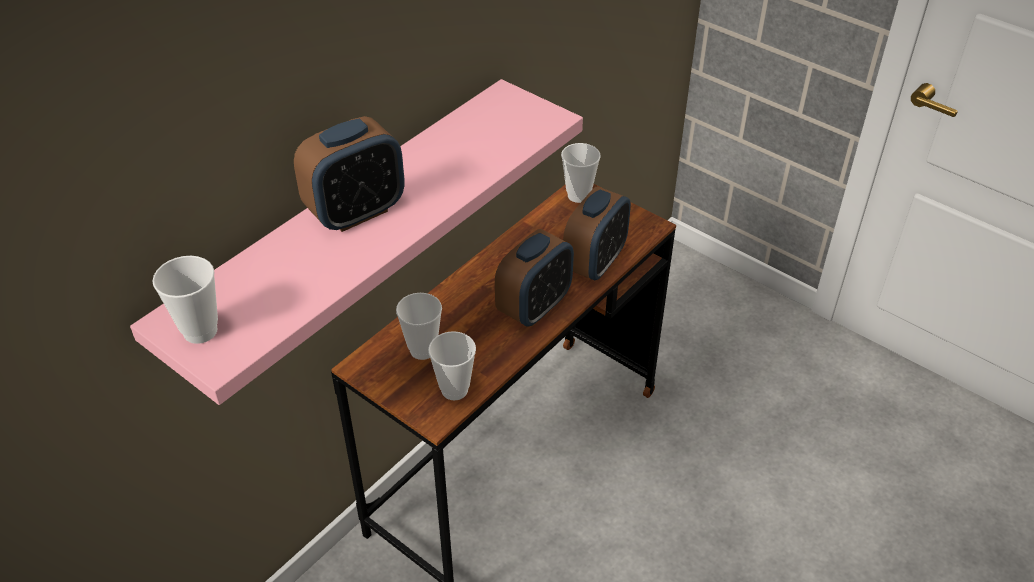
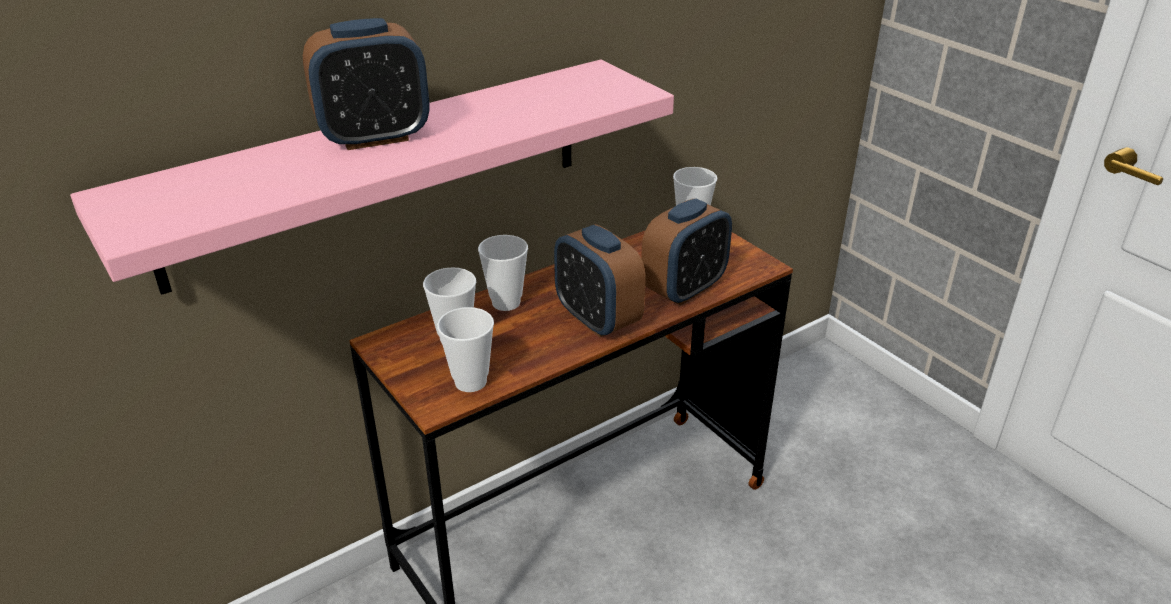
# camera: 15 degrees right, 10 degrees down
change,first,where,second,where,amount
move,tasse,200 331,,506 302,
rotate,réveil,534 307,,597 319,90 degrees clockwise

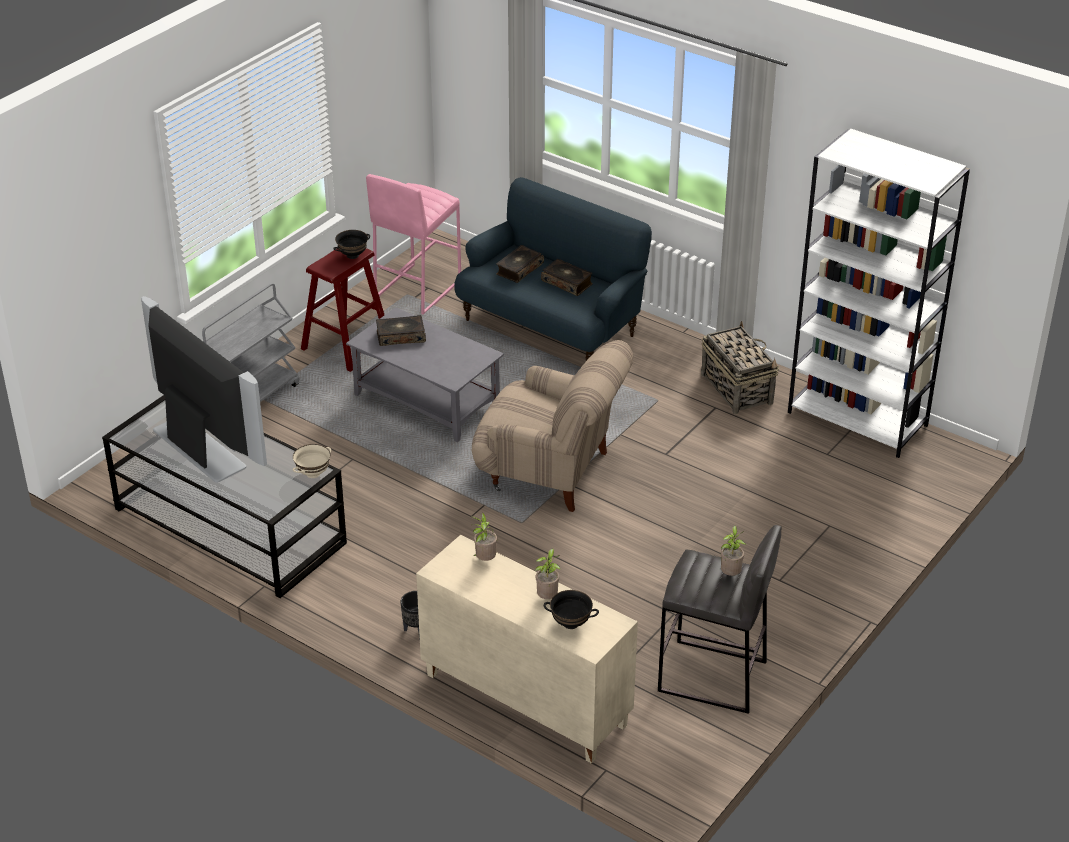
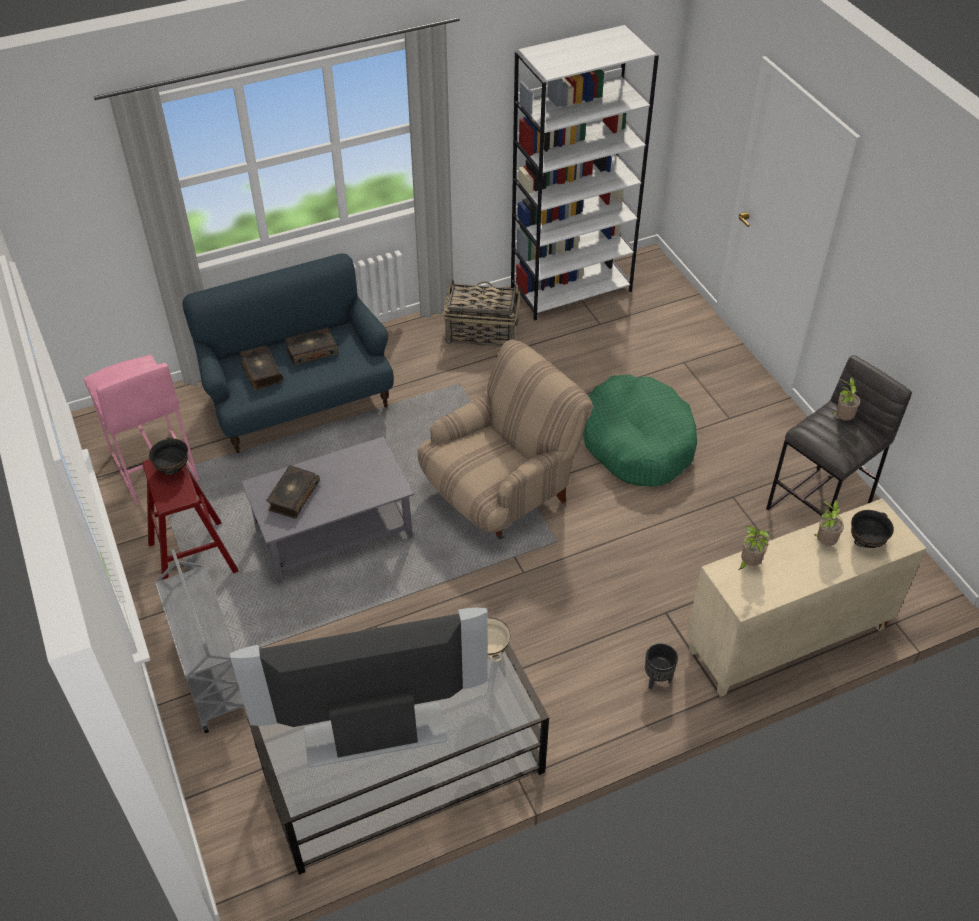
# camera: 60 degrees left, 10 degrees up
change,first,where,second,where,amount
insert,,,panier pour chien/vert,637 442,

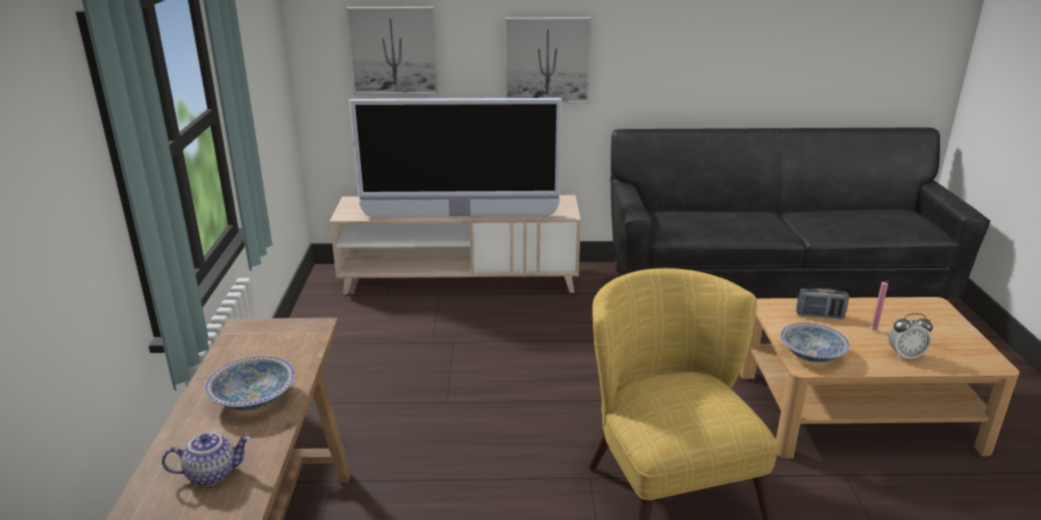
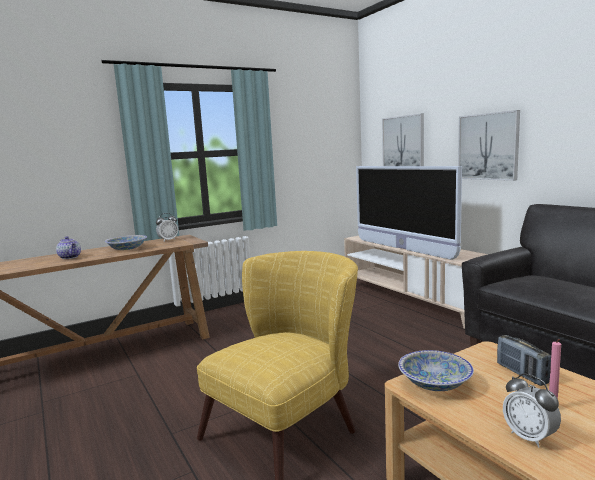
# camera: 60 degrees right, 15 degrees down
change,first,where,second,where,amount
insert,,,réveil,168 240,

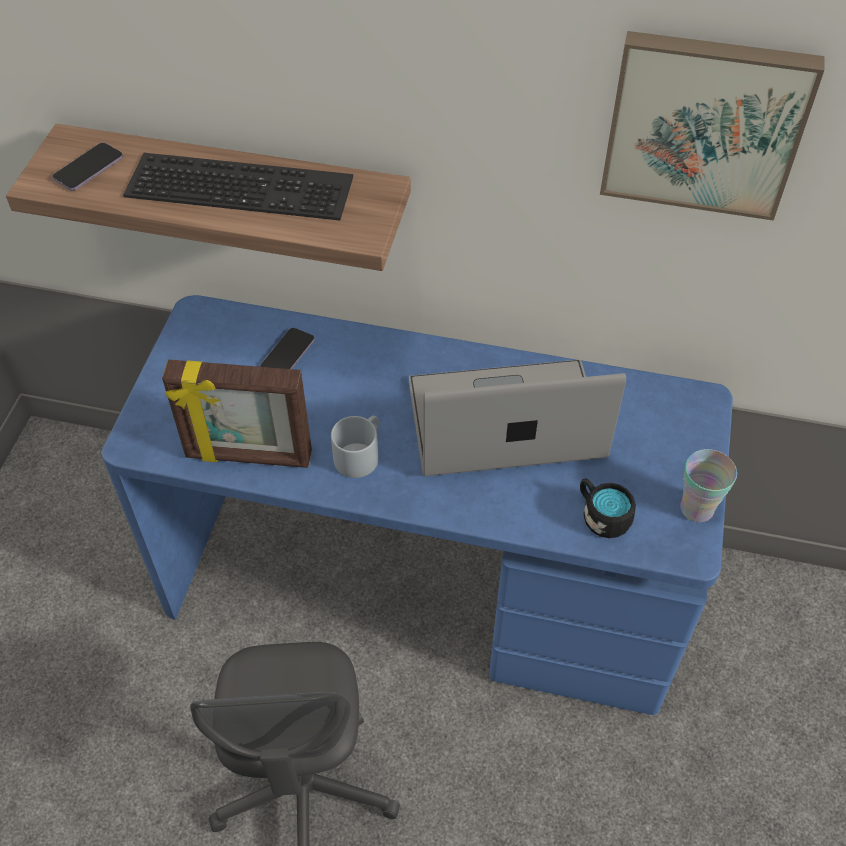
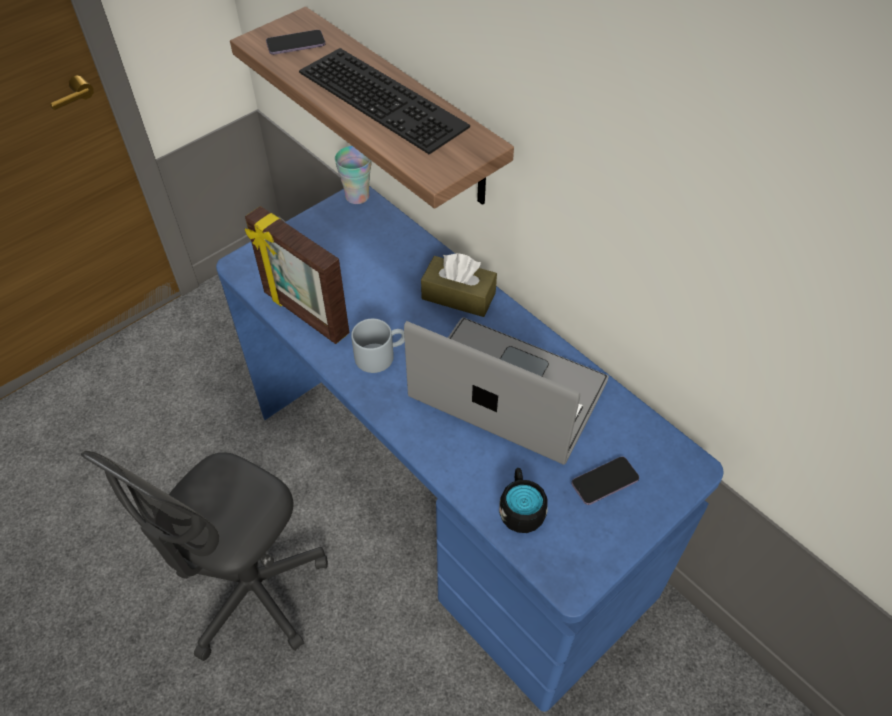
# camera: 35 degrees right, 0 degrees up
change,first,where,second,where,amount
move,téléphone,288 354,,604 481,
delete,tableau,704 123,,,
move,tasse,696 508,,357 196,
insert,,,boîte à mouchoirs/marron,458 296,

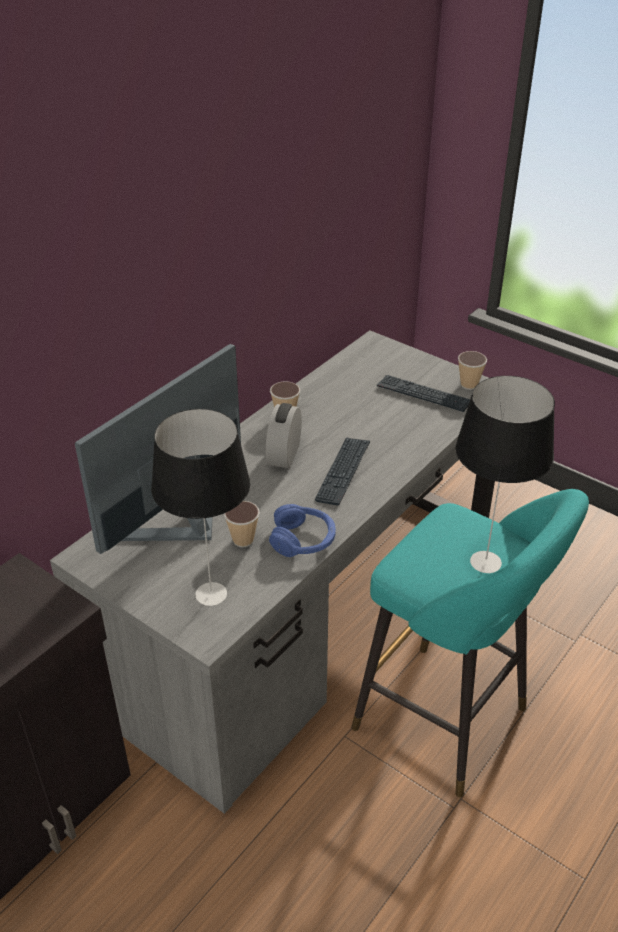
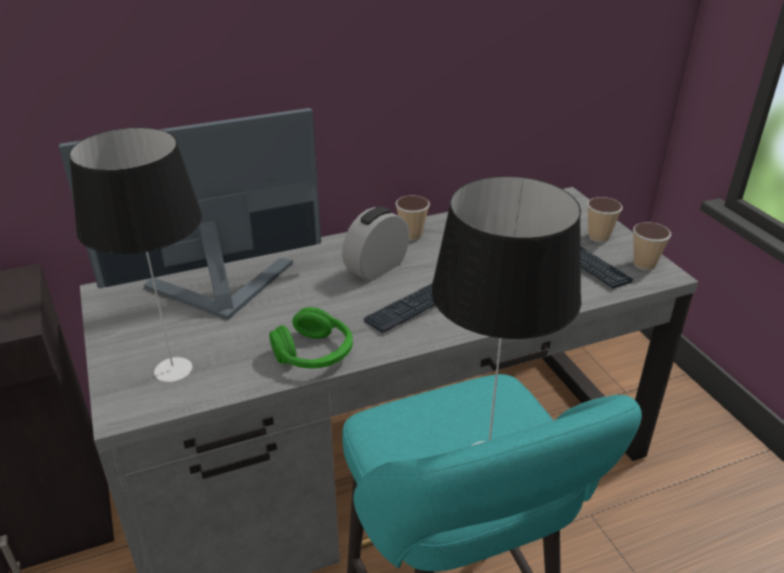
# camera: 30 degrees right, 5 degrees down
change,first,where,second,where,amount
move,tasse,243 540,,598 237,
recolor,casque audio/bleu,303 540,casque audio/vert,314 353,

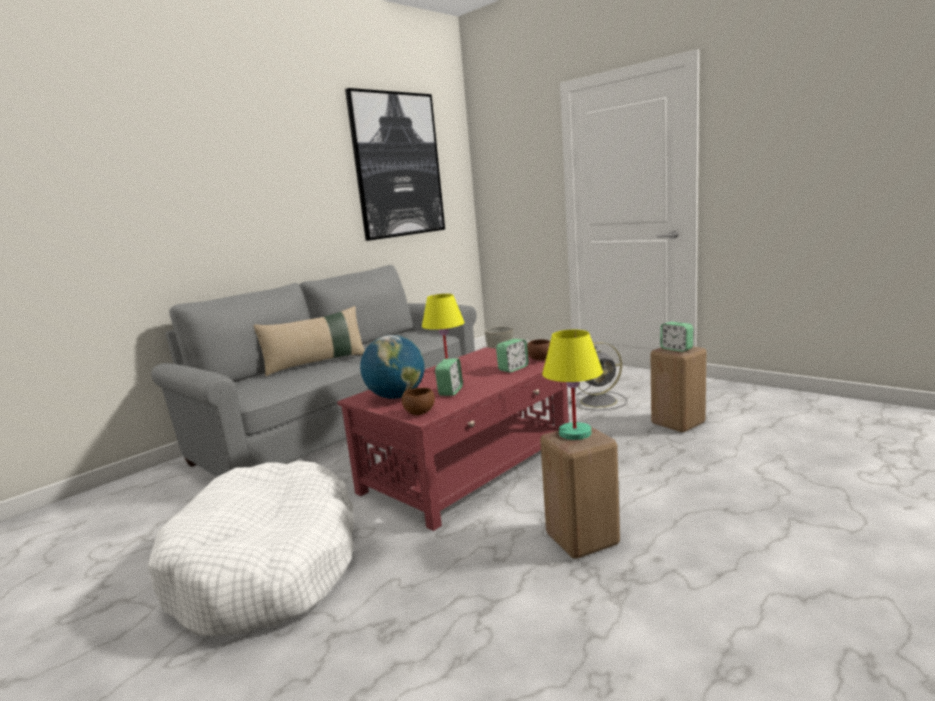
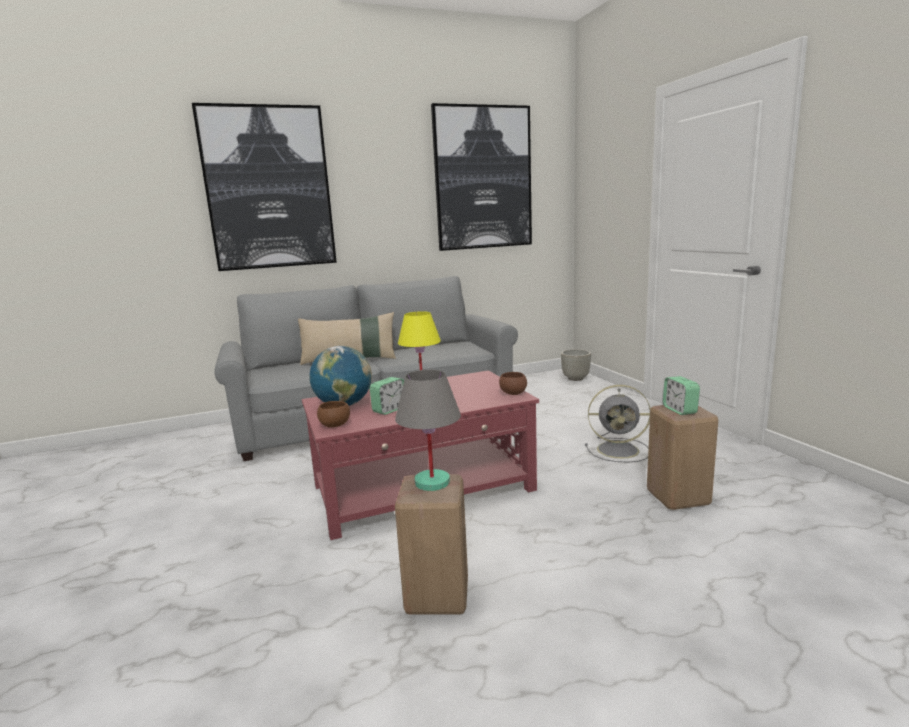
# camera: 25 degrees right, 0 degrees up
change,first,where,second,where,amount
delete,panier pour chien/blanc,267 566,,,
delete,réveil,513 368,,,
recolor,lampe de table/jaune,575 433,lampe de table/gris,433 482,
insert,,,tableau,269 188,

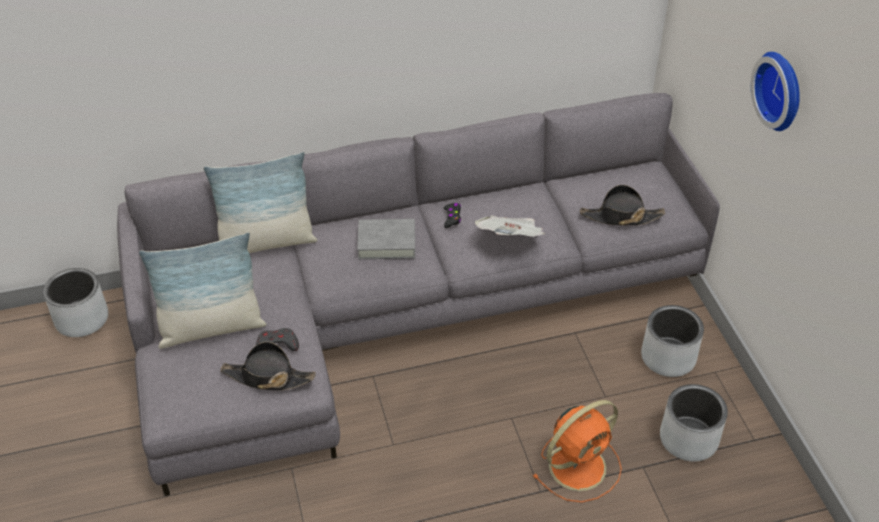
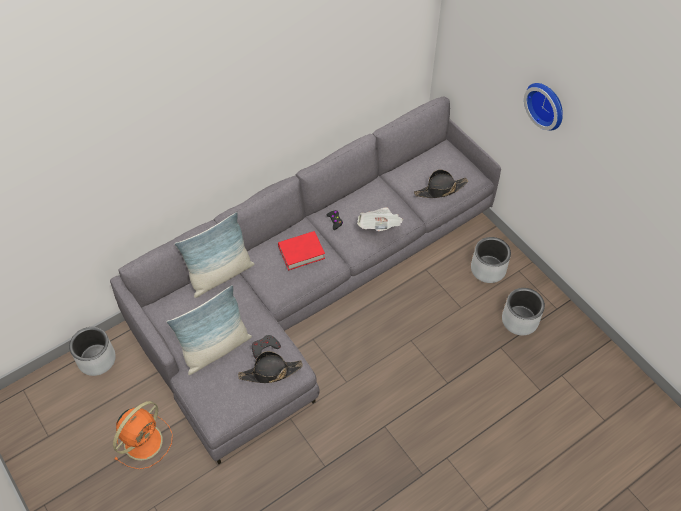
# camera: 20 degrees left, 10 degrees up
change,first,where,second,where,amount
recolor,livre/gris,386 243,livre/rouge,301 252,
move,ventilateur/orange,579 465,,144 440,

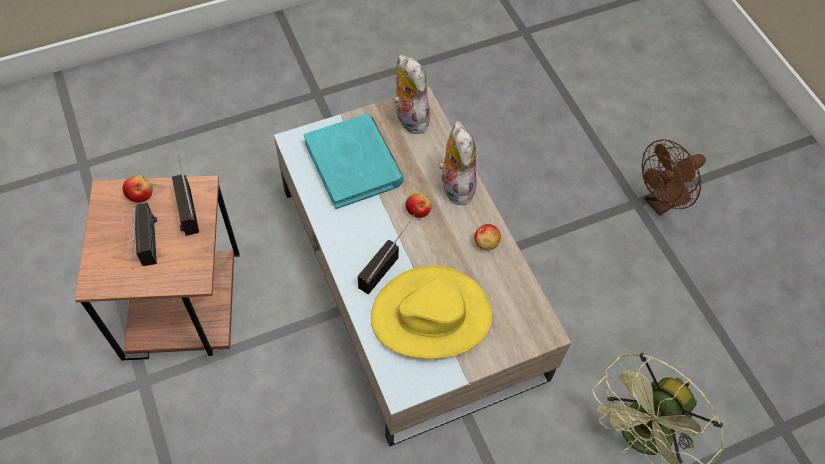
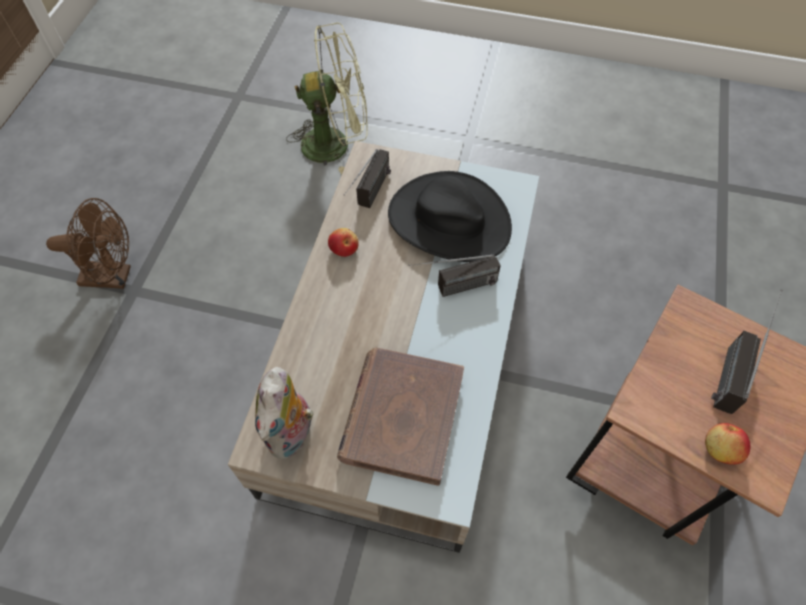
# camera: 140 degrees left, 0 degrees up
change,first,where,second,where,amount
move,radio,184 200,,369 198,
recolor,livre/turquoise,354 163,livre/marron,402 416,
recolor,chapeau/jaune,431 315,chapeau/noir,448 221,
delete,pomme,418 210,,,
delete,peluche,455 186,,,

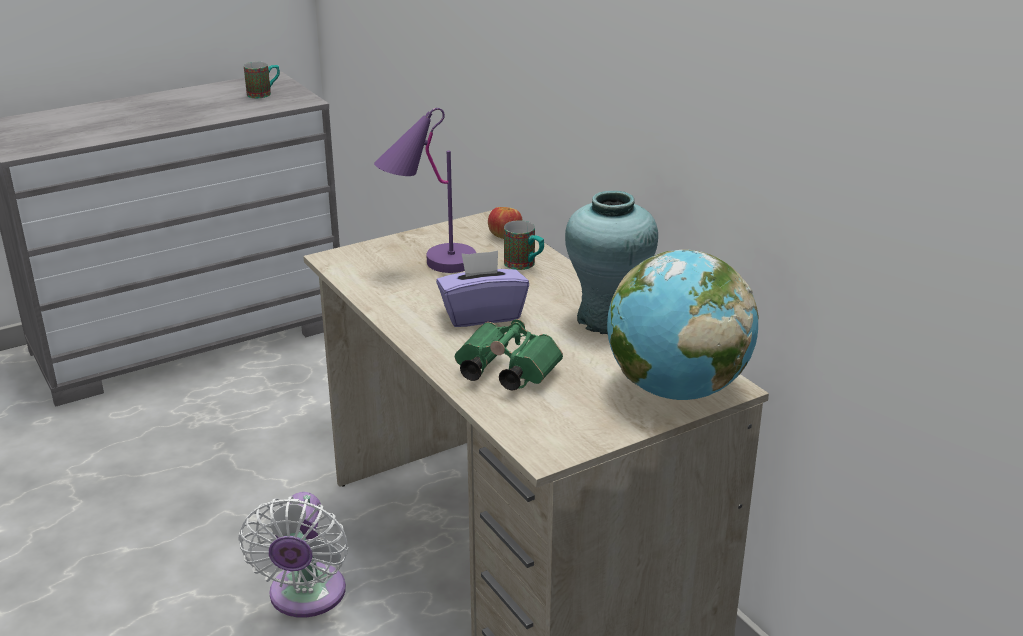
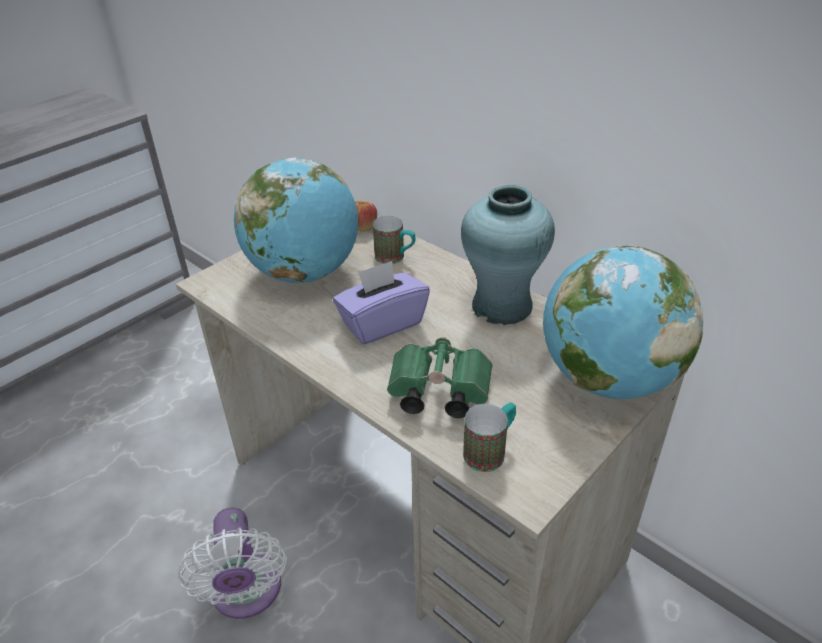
# camera: 15 degrees left, 10 degrees up
change,first,where,second,where,amount
move,mug,264 94,,490 450,
replace,lampe de table/violet,428 265,globe,305 273,

